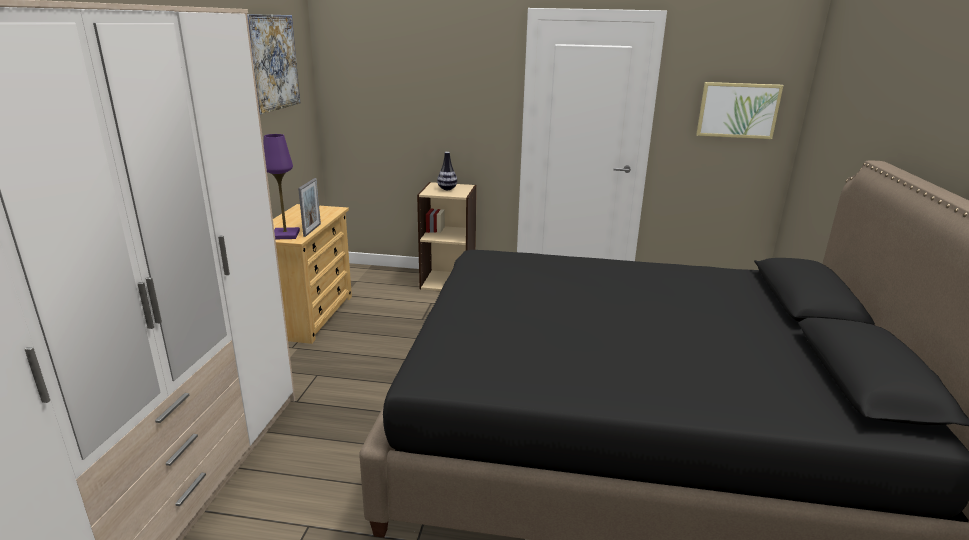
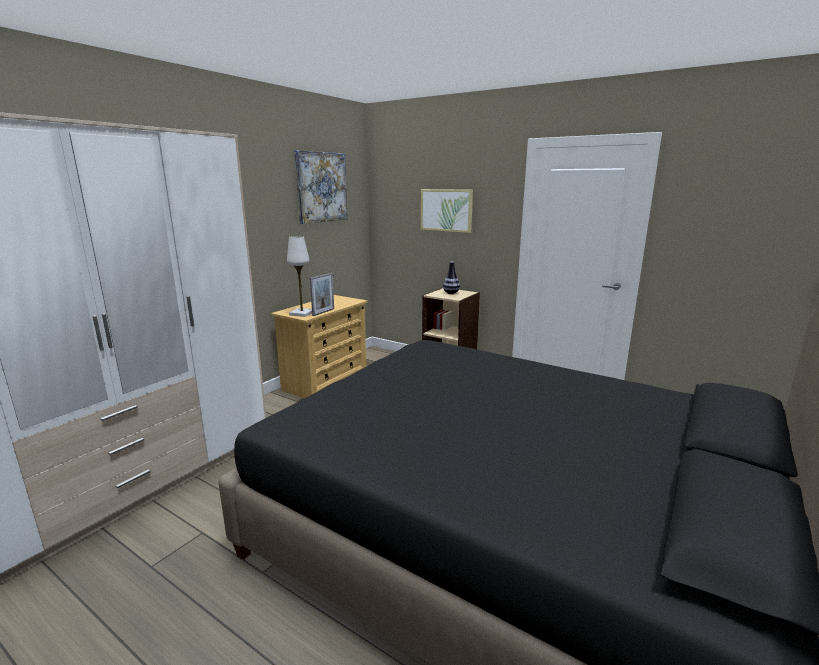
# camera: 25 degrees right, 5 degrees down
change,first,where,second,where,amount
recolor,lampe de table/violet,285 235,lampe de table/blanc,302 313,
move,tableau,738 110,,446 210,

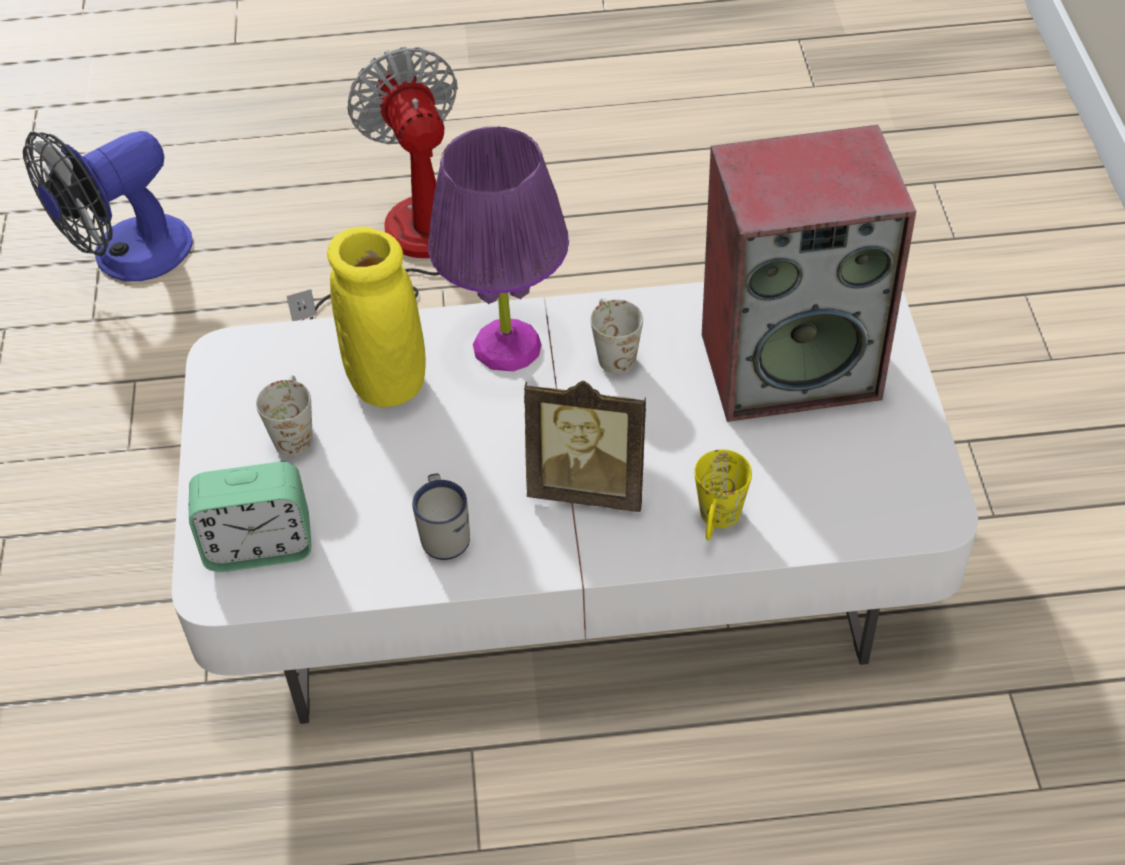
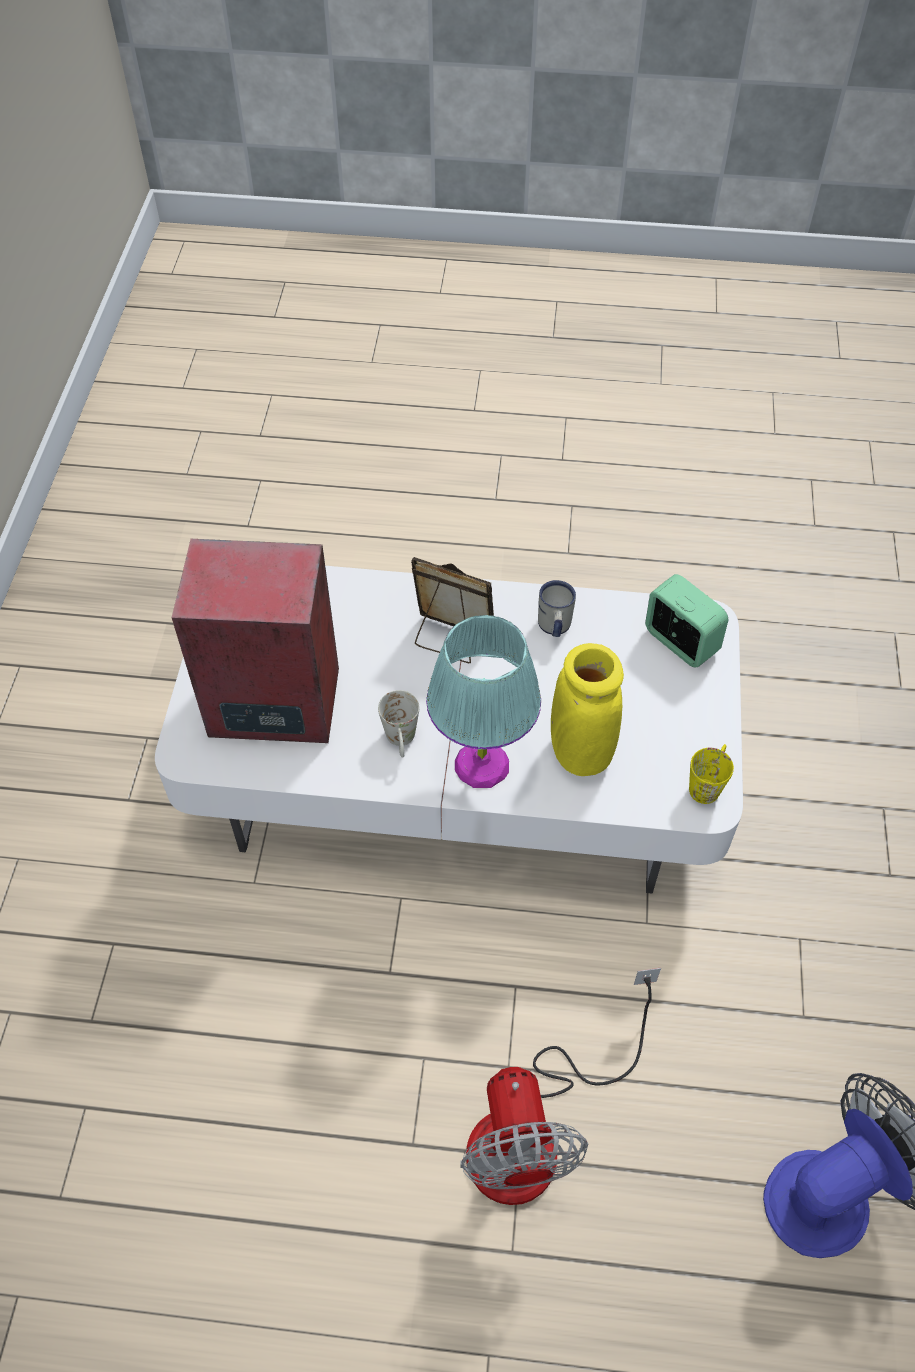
# camera: 170 degrees left, 5 degrees up
change,first,where,second,where,amount
rotate,réveil,259 547,,680 642,45 degrees clockwise
delete,mug/blanc,294 431,,,
recolor,lampe de table/violet,508 345,lampe de table/turquoise,480 765,
move,mug/jaune,717 523,,707 783,

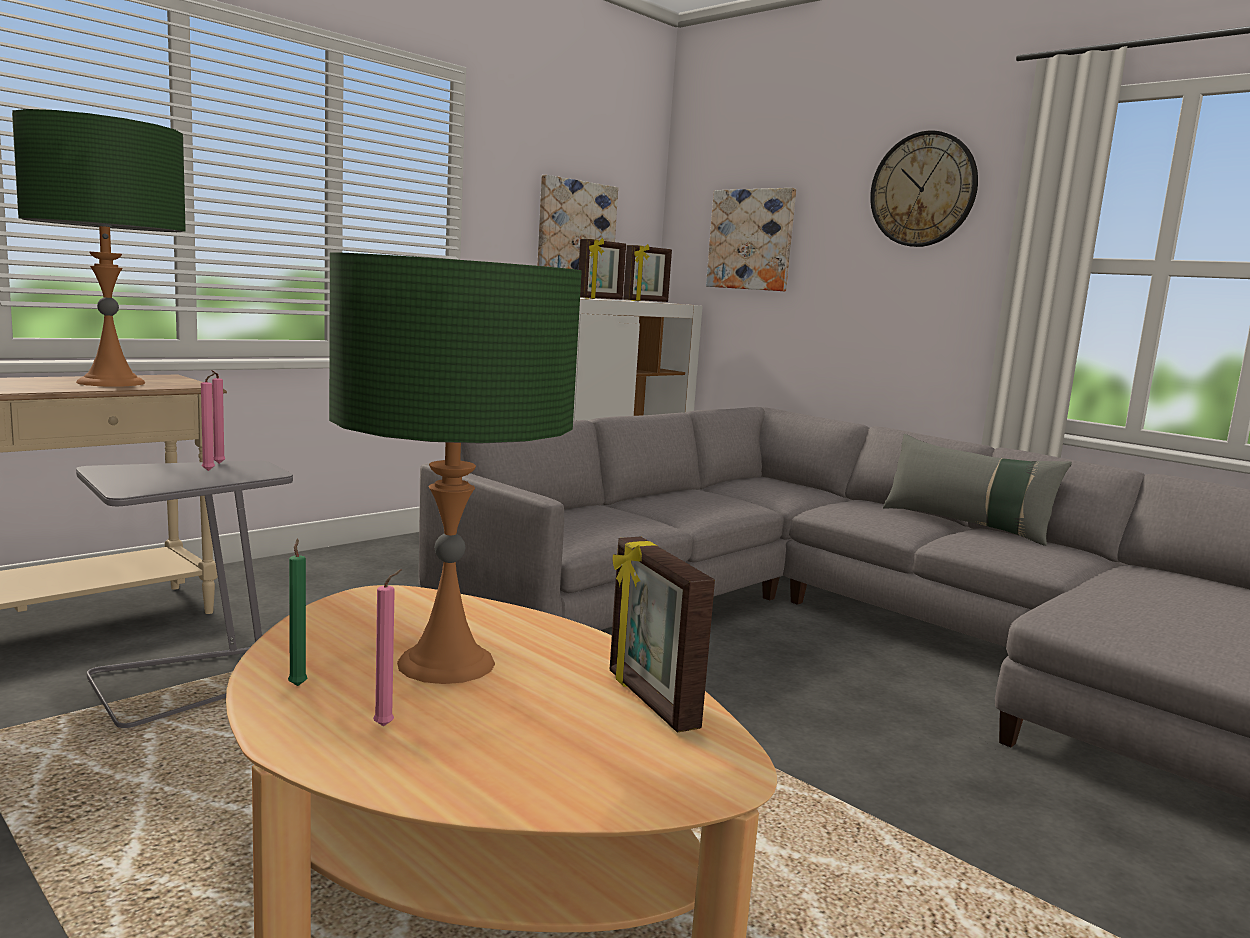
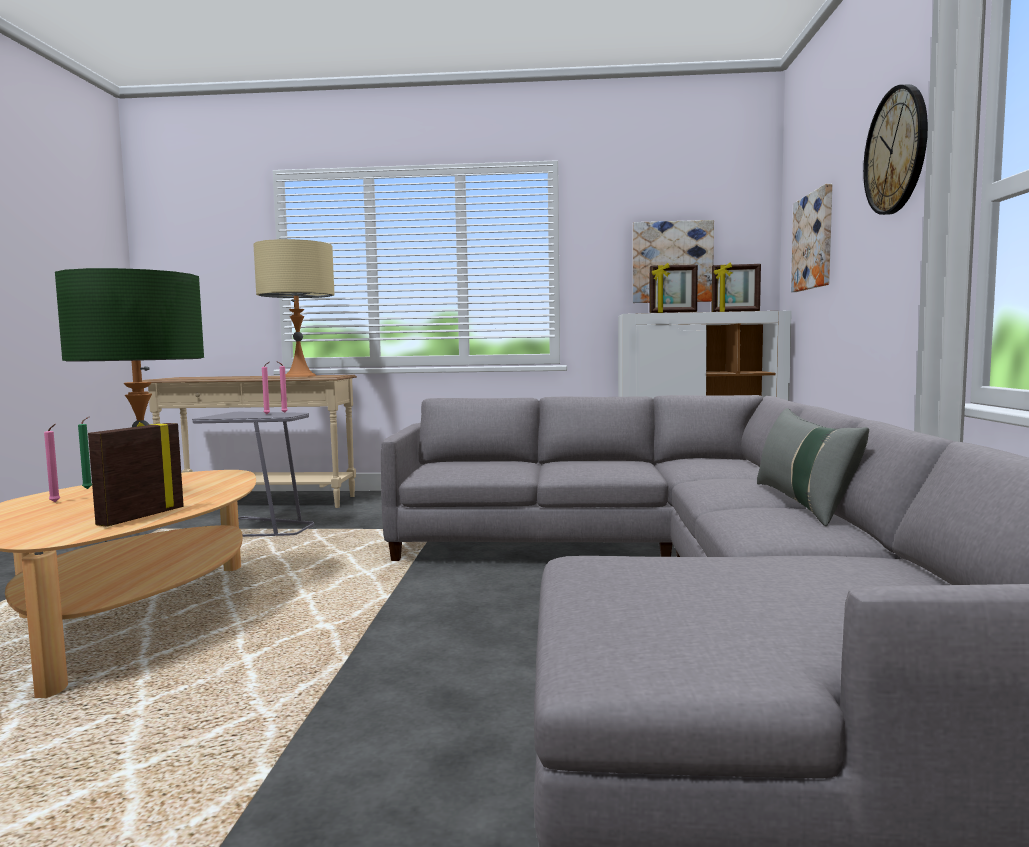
# camera: 50 degrees right, 5 degrees down
change,first,where,second,where,amount
recolor,lampe de table/vert,111 382,lampe de table/beige,300 376,

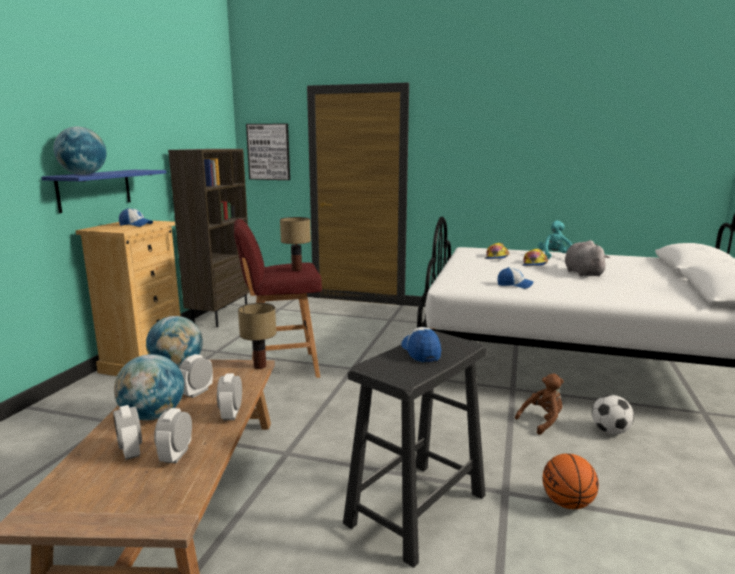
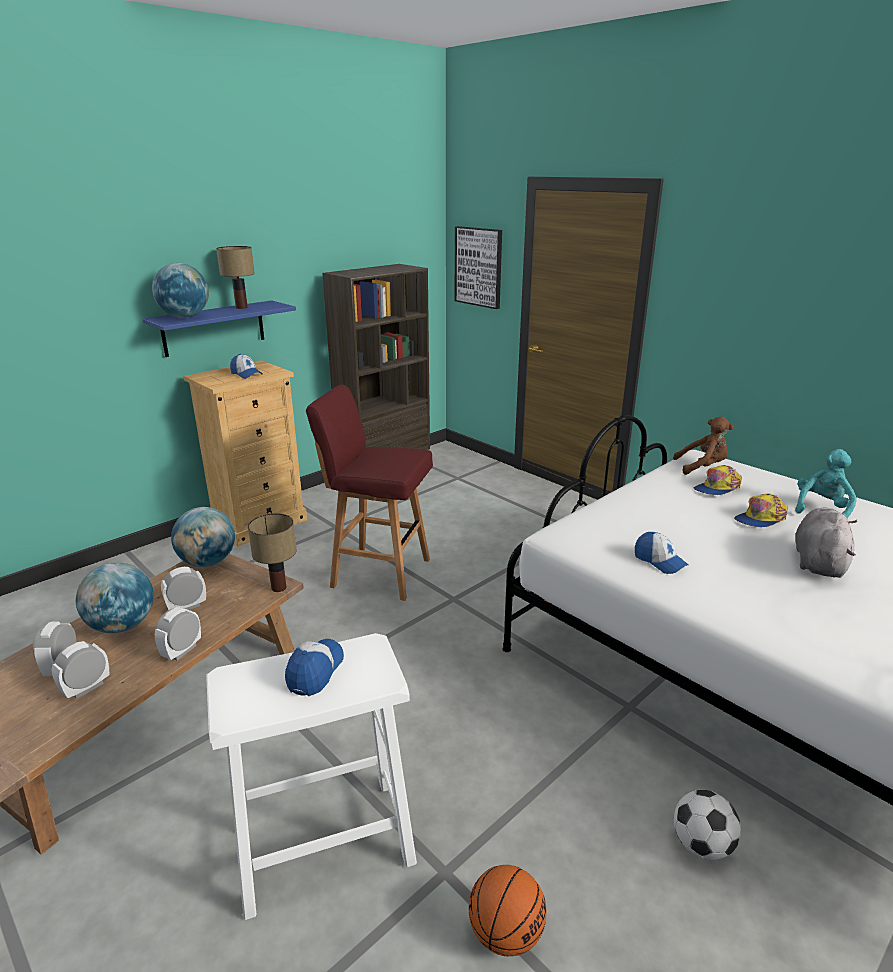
# camera: 30 degrees right, 10 degrees up
change,first,where,second,where,amount
move,lampe de table,297 269,,242 307,
recolor,tabouret/noir,416 509,tabouret/blanc,322 842,
move,peluche/marron,542 421,,702 467,

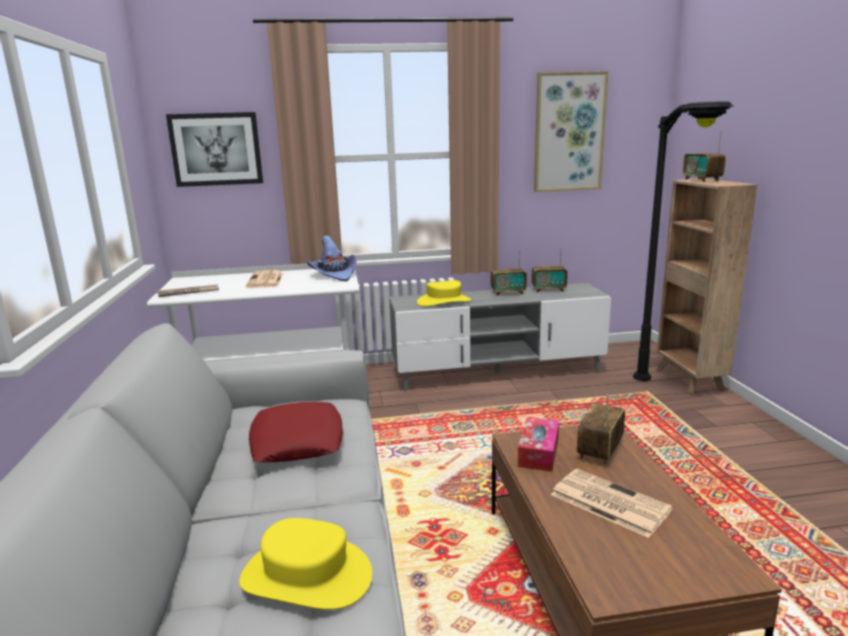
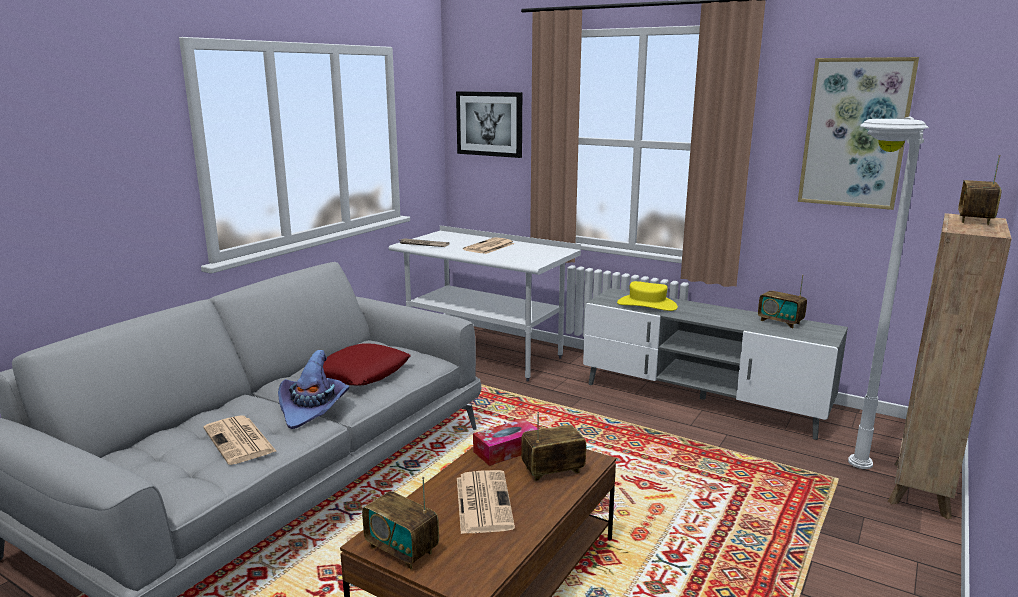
# camera: 40 degrees right, 0 degrees up
change,first,where,second,where,amount
replace,chapeau/jaune,307 575,journal,240 441,
move,chapeau/violet,334 275,,313 408,
move,radio,508 293,,402 549,
recolor,lampadaire/noir,664 401,lampadaire/blanc,840 495,

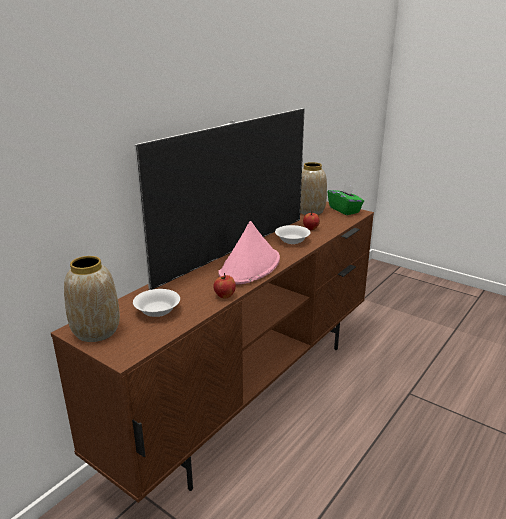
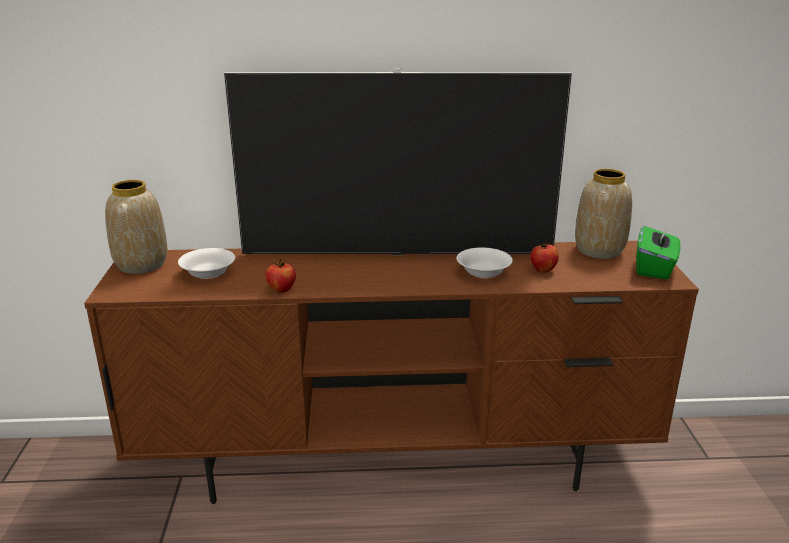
# camera: 50 degrees right, 0 degrees up
change,first,where,second,where,amount
delete,chapeau/rose,250 267,,,

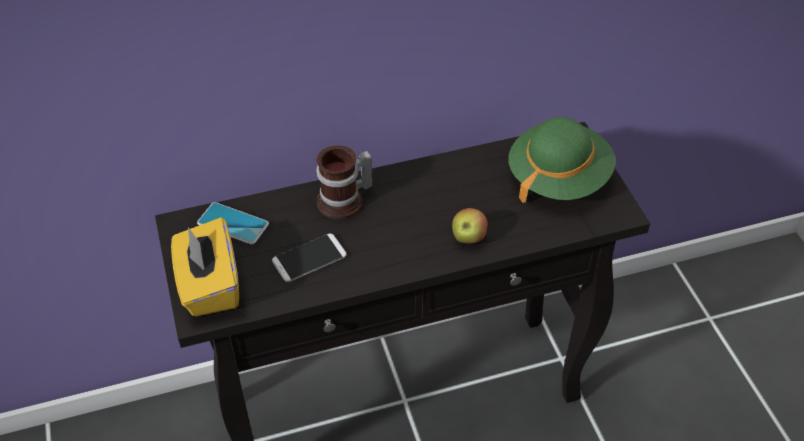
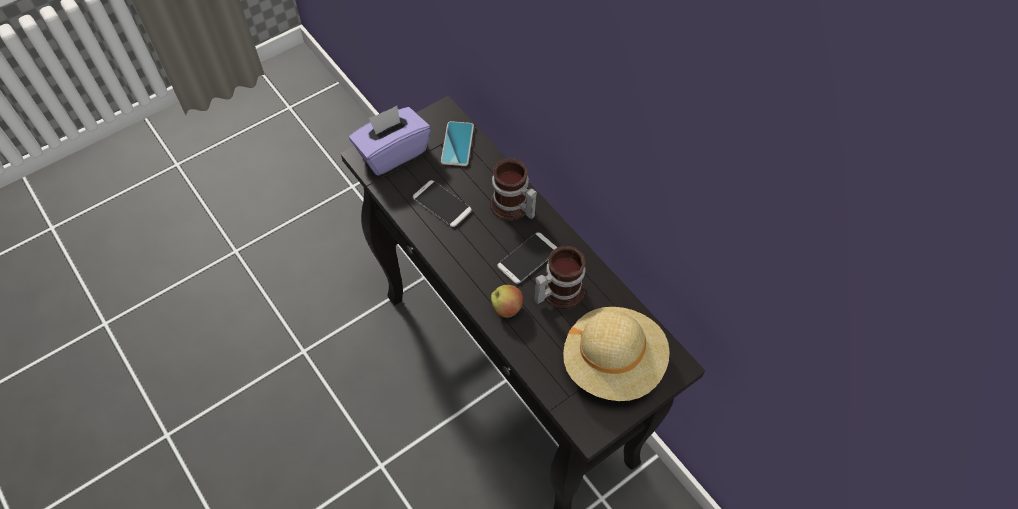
# camera: 70 degrees right, 10 degrees up
change,first,where,second,where,amount
recolor,boîte à mouchoirs/jaune,209 286,boîte à mouchoirs/violet,392 153,
recolor,chapeau/vert,558 177,chapeau/beige,613 363,
insert,,,téléphone,527 258,
insert,,,mug,558 291,

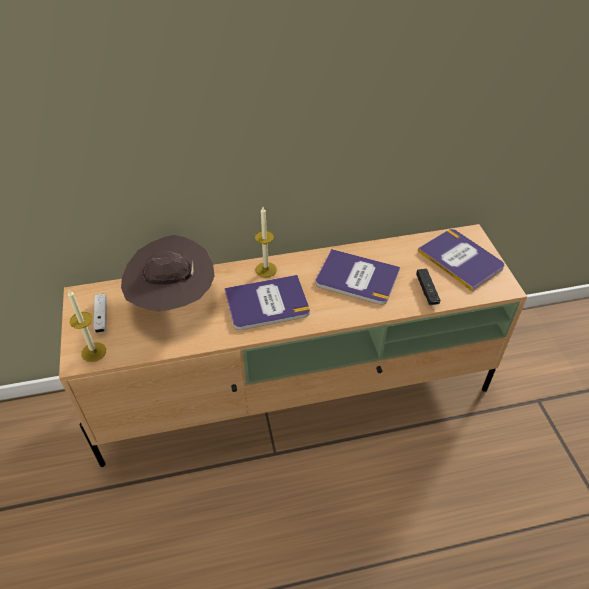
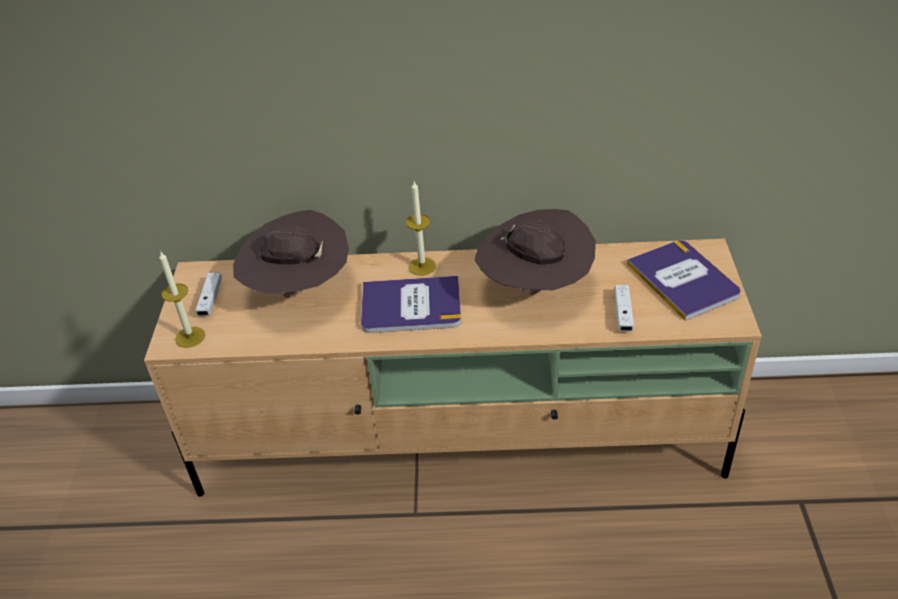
# camera: 15 degrees right, 5 degrees down
change,first,where,second,where,amount
replace,livre,357 278,chapeau/marron,535 288,
recolor,manette/noir,427 291,manette/blanc,623 313,

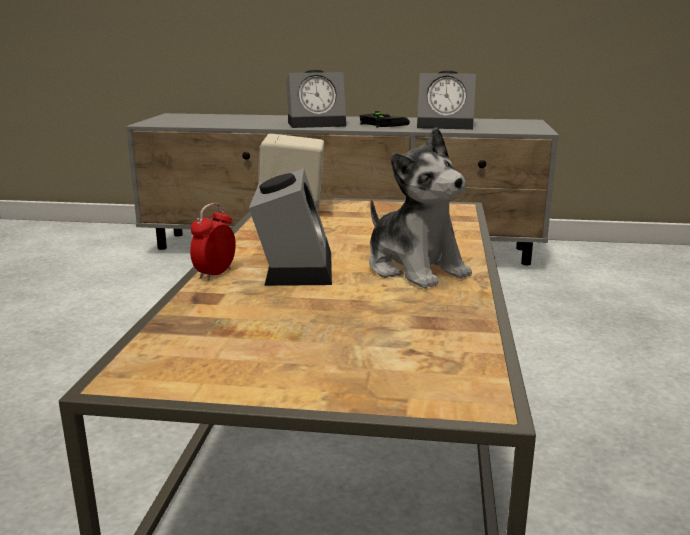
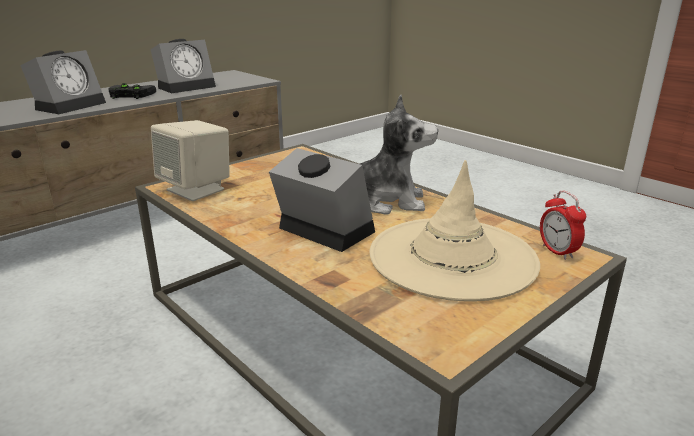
# camera: 50 degrees left, 5 degrees up
change,first,where,second,where,amount
move,réveil,215 274,,557 252,
insert,,,chapeau/beige,452 257,

